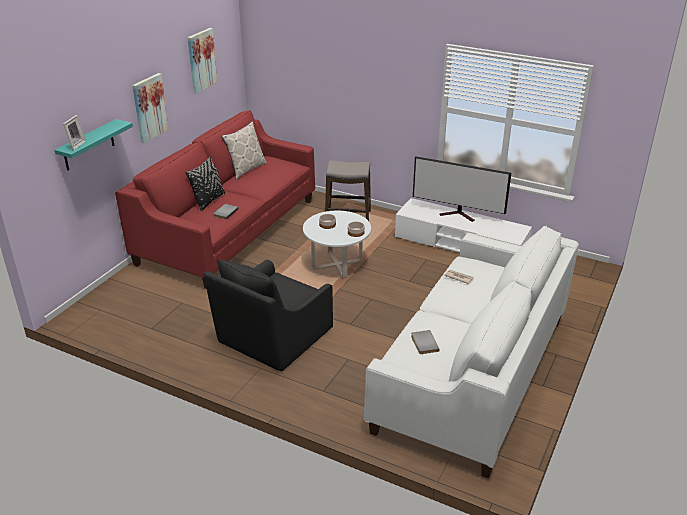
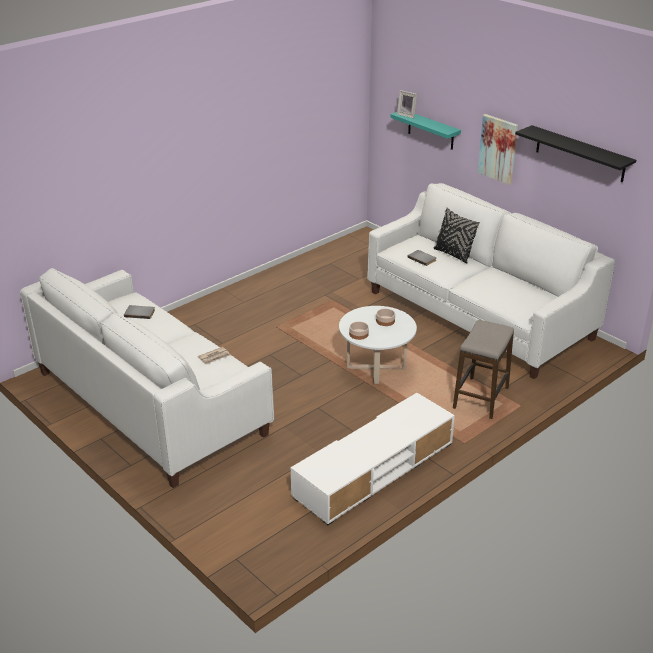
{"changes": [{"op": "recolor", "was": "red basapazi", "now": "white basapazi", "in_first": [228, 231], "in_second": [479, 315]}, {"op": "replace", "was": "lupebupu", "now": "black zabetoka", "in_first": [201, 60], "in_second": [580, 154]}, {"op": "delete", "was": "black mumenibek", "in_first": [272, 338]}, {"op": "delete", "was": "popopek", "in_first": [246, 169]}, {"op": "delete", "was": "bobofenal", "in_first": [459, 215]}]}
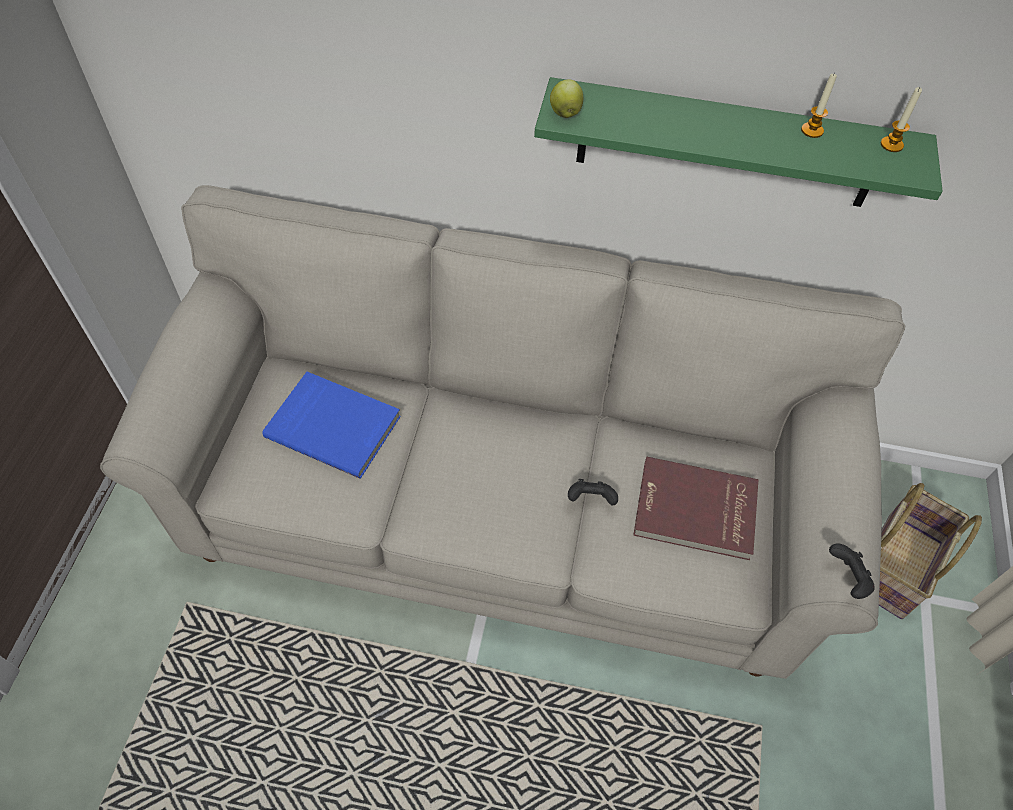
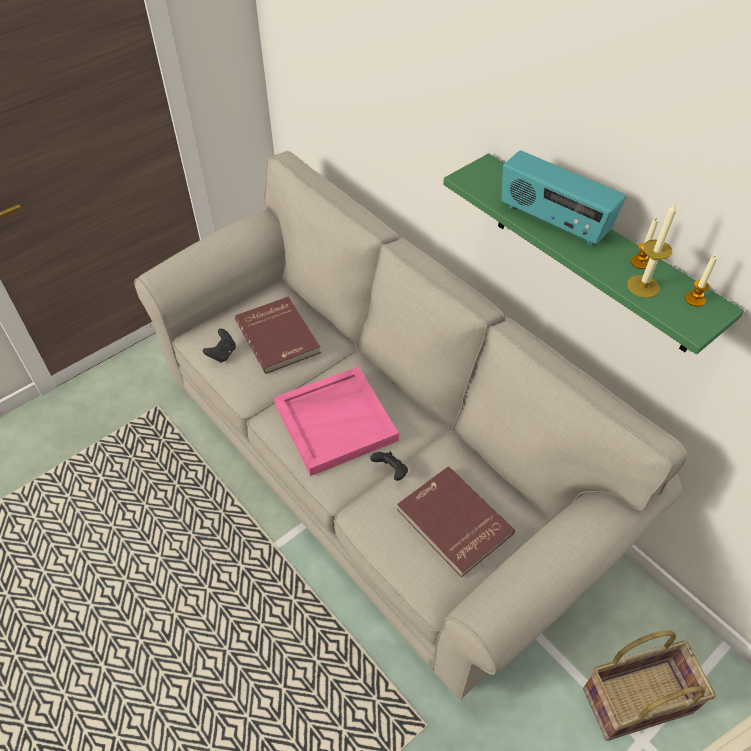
{"changes": [{"op": "move", "was": "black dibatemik", "in_first": [847, 578], "in_second": [222, 354]}, {"op": "recolor", "was": "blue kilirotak", "now": "red kilirotak", "in_first": [334, 425], "in_second": [279, 336]}, {"op": "insert", "now": "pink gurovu", "in_second": [336, 421]}, {"op": "insert", "now": "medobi", "in_second": [553, 222]}, {"op": "insert", "now": "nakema", "in_second": [643, 286]}, {"op": "delete", "was": "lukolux", "in_first": [565, 113]}]}
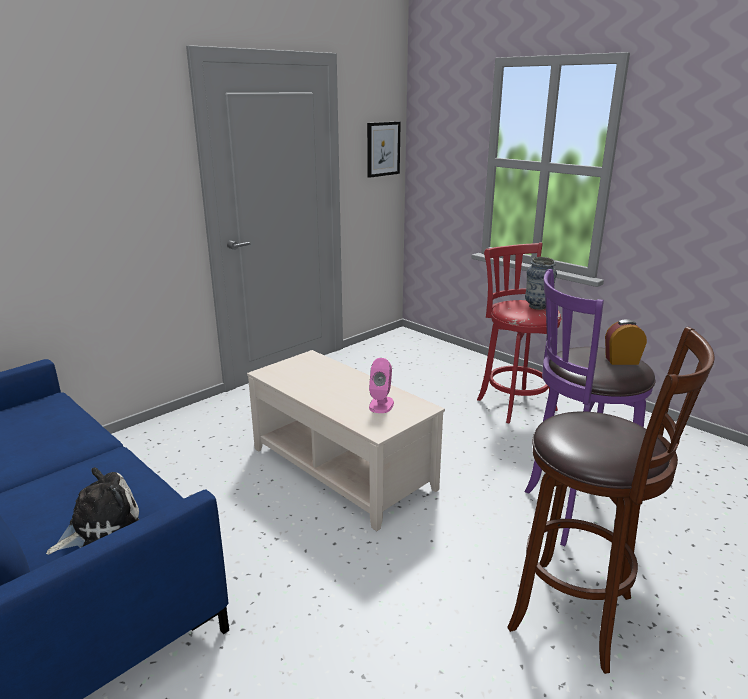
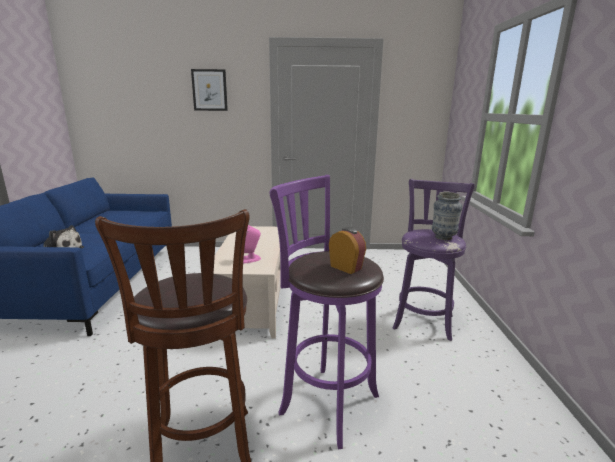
{"changes": [{"op": "move", "was": "lupebupu", "in_first": [383, 149], "in_second": [209, 90]}, {"op": "recolor", "was": "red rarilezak", "now": "purple rarilezak", "in_first": [513, 403], "in_second": [423, 320]}]}
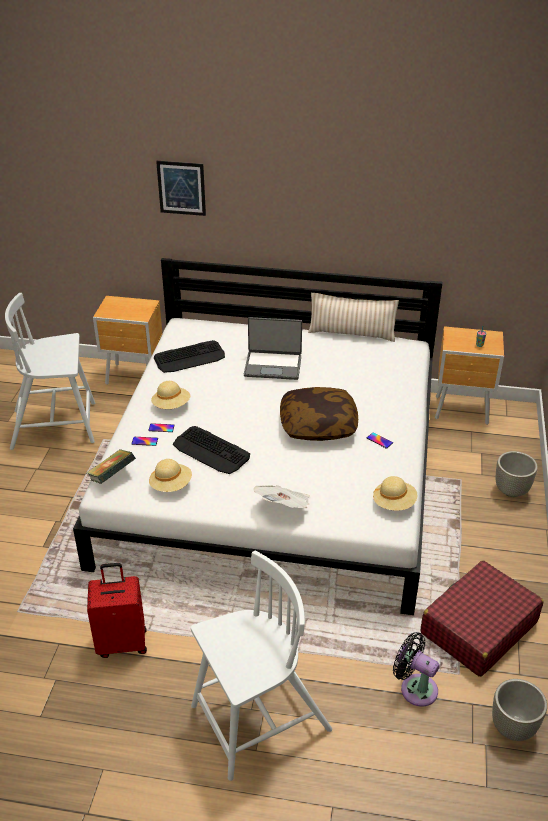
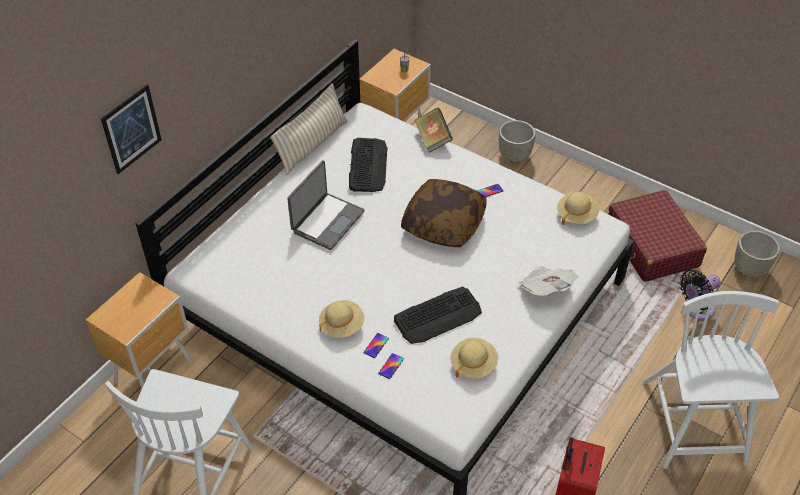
{"changes": [{"op": "move", "was": "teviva", "in_first": [190, 357], "in_second": [367, 165]}, {"op": "move", "was": "kilirotak", "in_first": [112, 477], "in_second": [433, 139]}]}
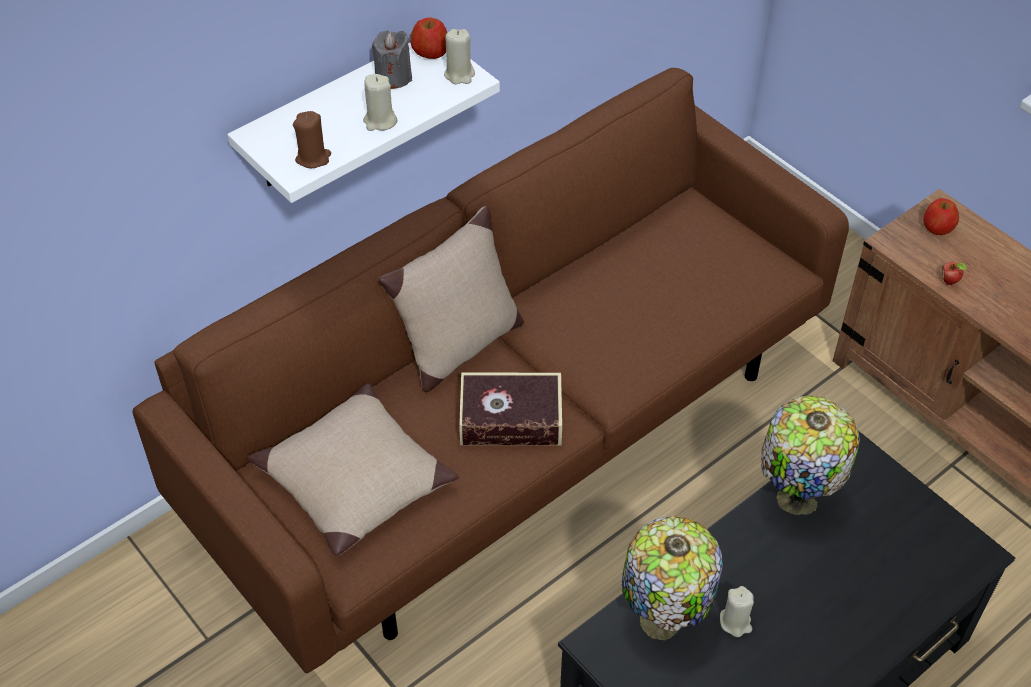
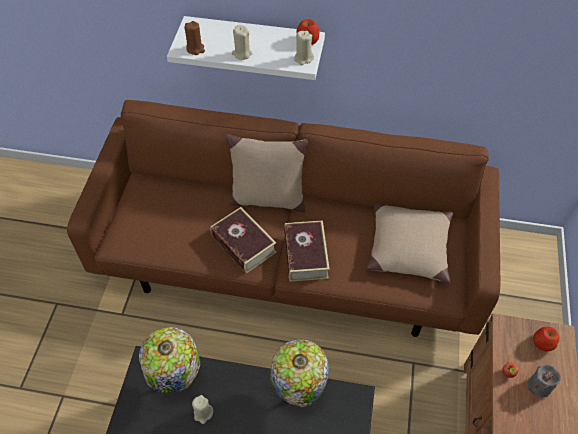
{"changes": [{"op": "insert", "now": "kilirotak", "in_second": [305, 255]}, {"op": "move", "was": "beige popopek", "in_first": [354, 481], "in_second": [408, 247]}, {"op": "move", "was": "grey nakema", "in_first": [393, 77], "in_second": [539, 386]}]}
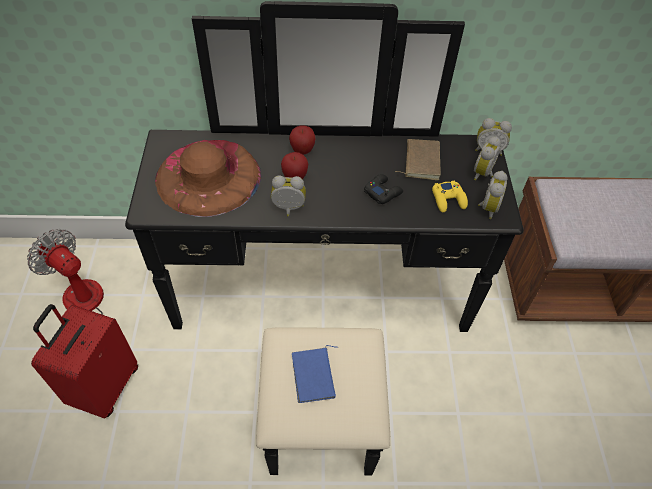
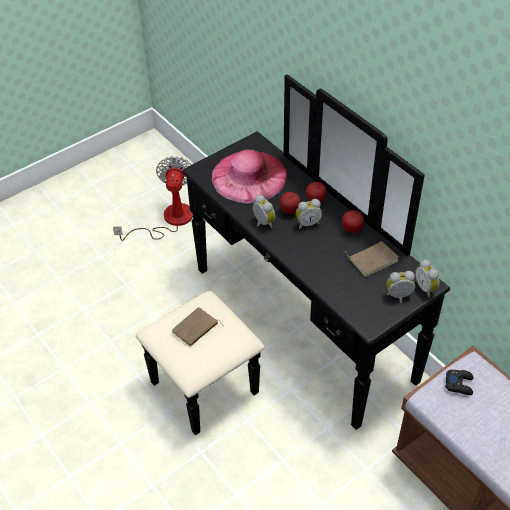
{"changes": [{"op": "recolor", "was": "blue kilirotak", "now": "brown kilirotak", "in_first": [315, 376], "in_second": [196, 329]}, {"op": "recolor", "was": "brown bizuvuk", "now": "pink bizuvuk", "in_first": [208, 176], "in_second": [249, 176]}, {"op": "move", "was": "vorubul", "in_first": [487, 207], "in_second": [307, 223]}, {"op": "insert", "now": "lukolux", "in_second": [351, 230]}, {"op": "move", "was": "black dibatemik", "in_first": [382, 192], "in_second": [459, 384]}, {"op": "delete", "was": "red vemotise", "in_first": [104, 386]}, {"op": "delete", "was": "yellow dibatemik", "in_first": [448, 199]}]}
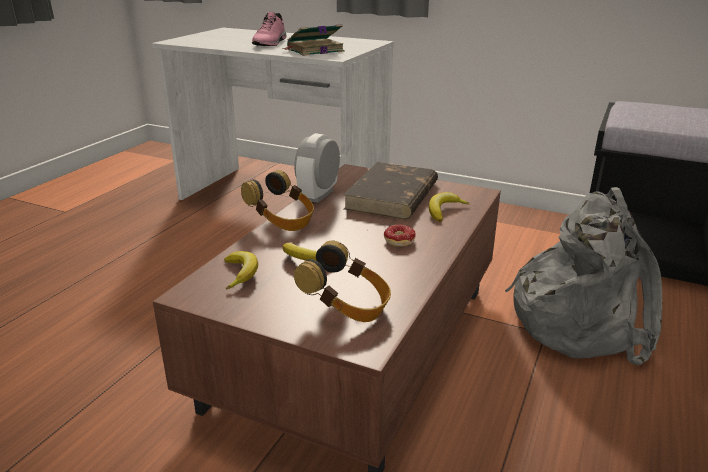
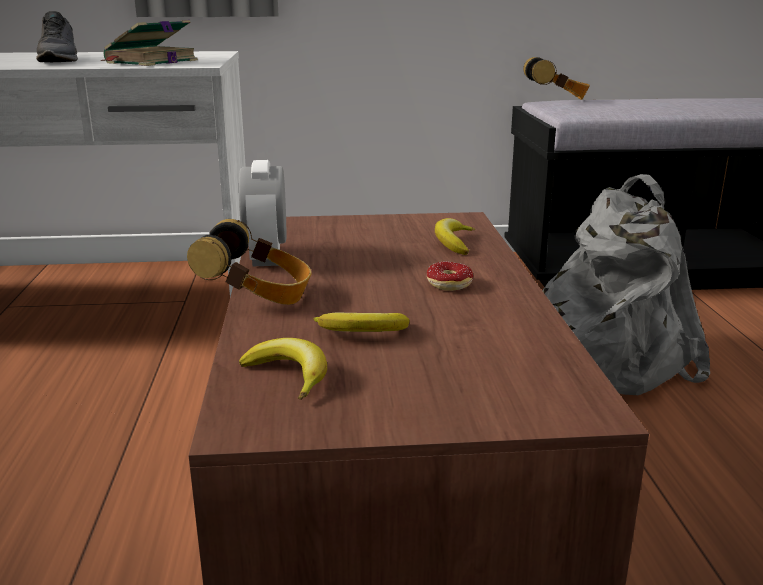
{"changes": [{"op": "recolor", "was": "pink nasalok", "now": "grey nasalok", "in_first": [271, 43], "in_second": [61, 60]}, {"op": "move", "was": "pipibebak", "in_first": [347, 307], "in_second": [556, 99]}, {"op": "delete", "was": "brown kilirotak", "in_first": [392, 196]}]}
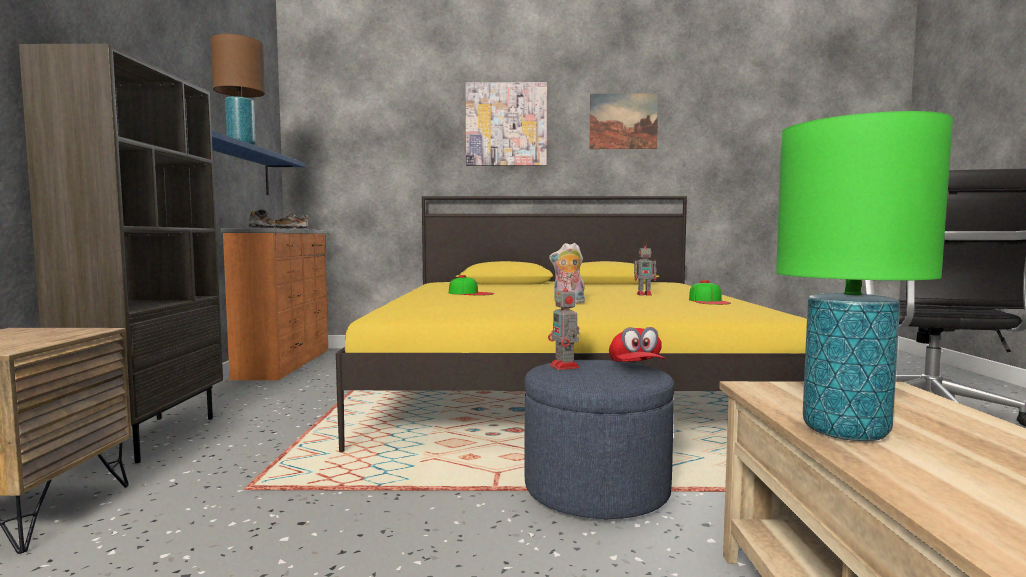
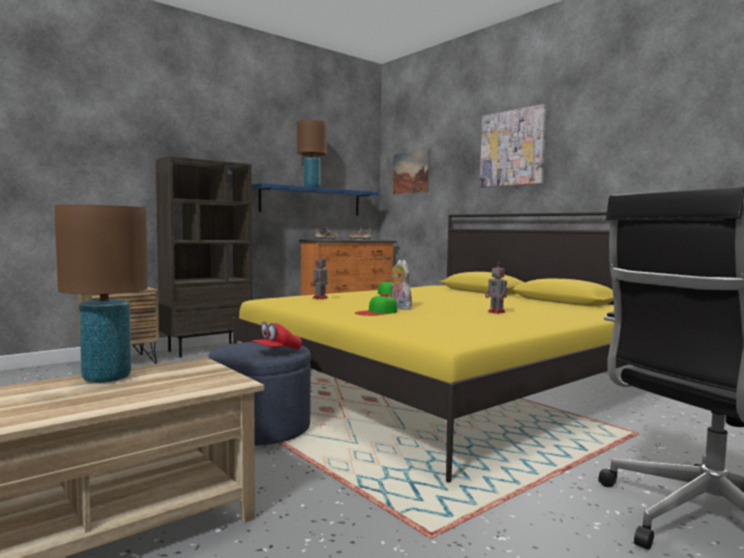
{"changes": [{"op": "recolor", "was": "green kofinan", "now": "brown kofinan", "in_first": [845, 431], "in_second": [106, 378]}, {"op": "move", "was": "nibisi", "in_first": [565, 367], "in_second": [319, 298]}, {"op": "move", "was": "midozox", "in_first": [708, 301], "in_second": [376, 312]}, {"op": "move", "was": "lupebupu", "in_first": [623, 121], "in_second": [411, 172]}]}
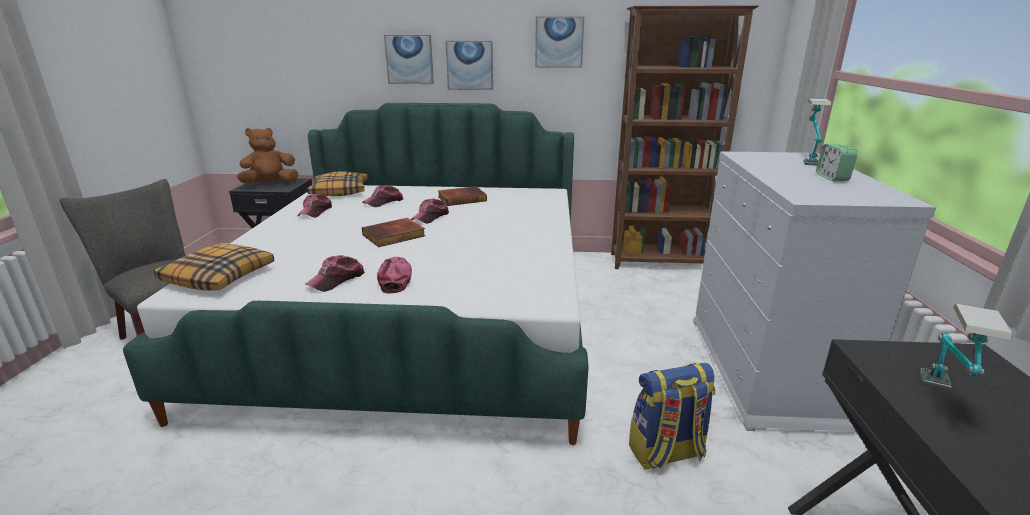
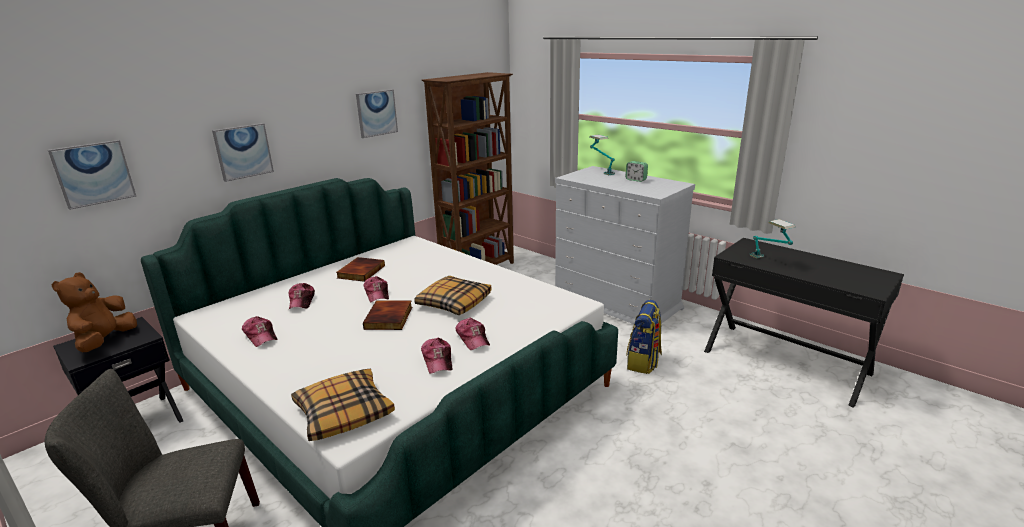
{"changes": [{"op": "move", "was": "lupebupu", "in_first": [469, 65], "in_second": [93, 174]}, {"op": "move", "was": "popopek", "in_first": [340, 191], "in_second": [453, 302]}, {"op": "rotate", "was": "midozox", "in_first": [396, 279], "in_second": [473, 338], "clockwise": -150}]}
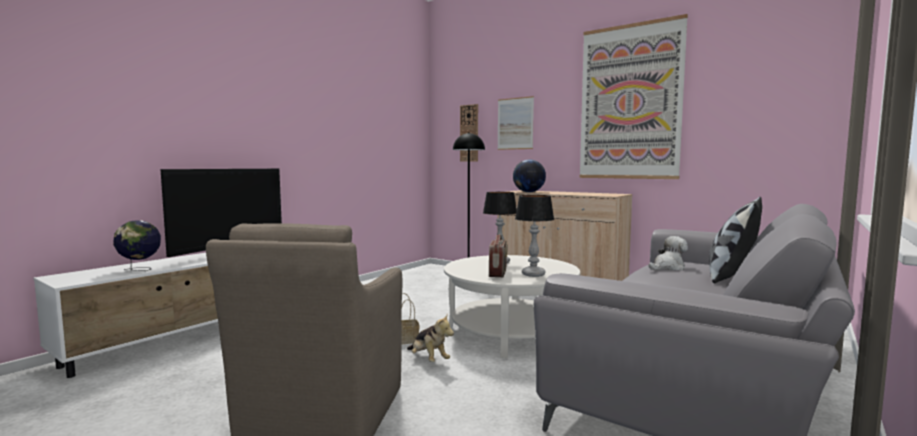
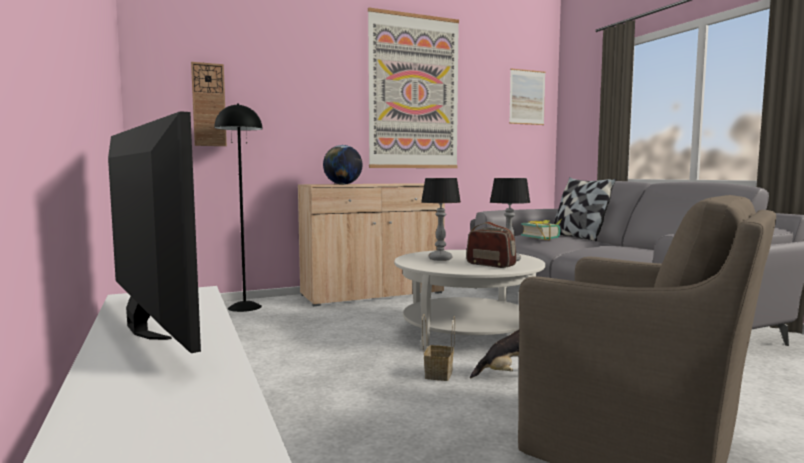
{"changes": [{"op": "move", "was": "lupebupu", "in_first": [515, 123], "in_second": [527, 97]}, {"op": "replace", "was": "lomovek", "now": "kilirotak", "in_first": [668, 267], "in_second": [543, 238]}, {"op": "delete", "was": "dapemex", "in_first": [140, 270]}]}
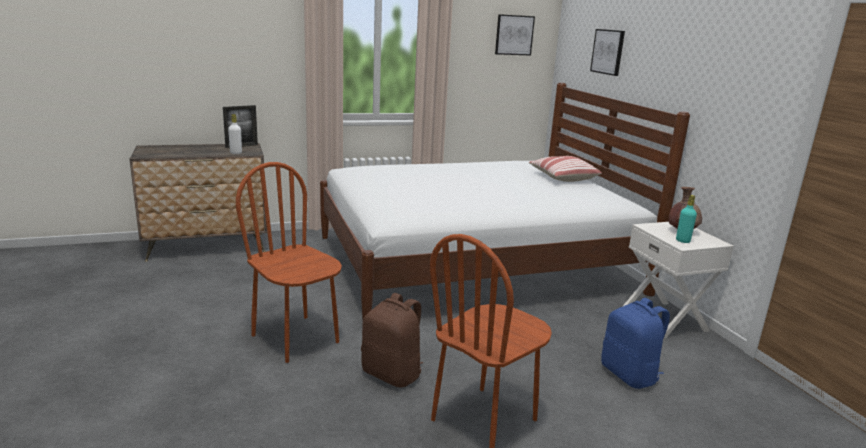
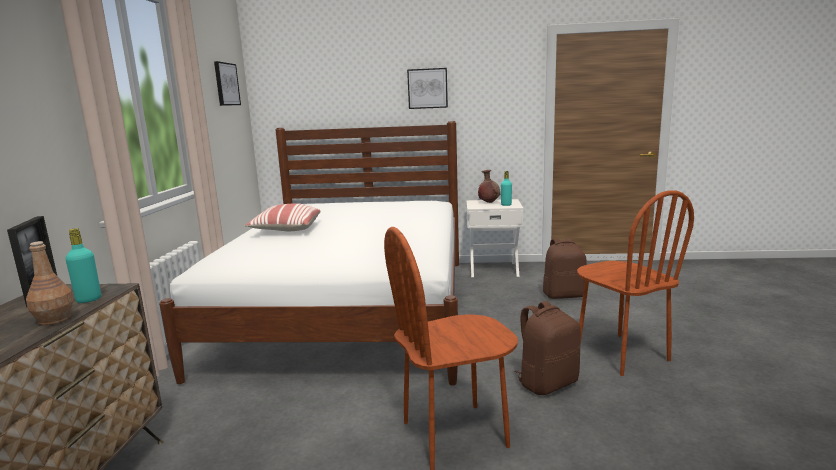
{"changes": [{"op": "insert", "now": "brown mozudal", "in_second": [55, 319]}, {"op": "recolor", "was": "white mozudal", "now": "turquoise mozudal", "in_first": [236, 153], "in_second": [89, 299]}, {"op": "move", "was": "popopek", "in_first": [562, 178], "in_second": [286, 229]}, {"op": "move", "was": "lupebupu", "in_first": [608, 52], "in_second": [427, 88]}, {"op": "recolor", "was": "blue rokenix", "now": "brown rokenix", "in_first": [630, 375], "in_second": [564, 295]}]}
